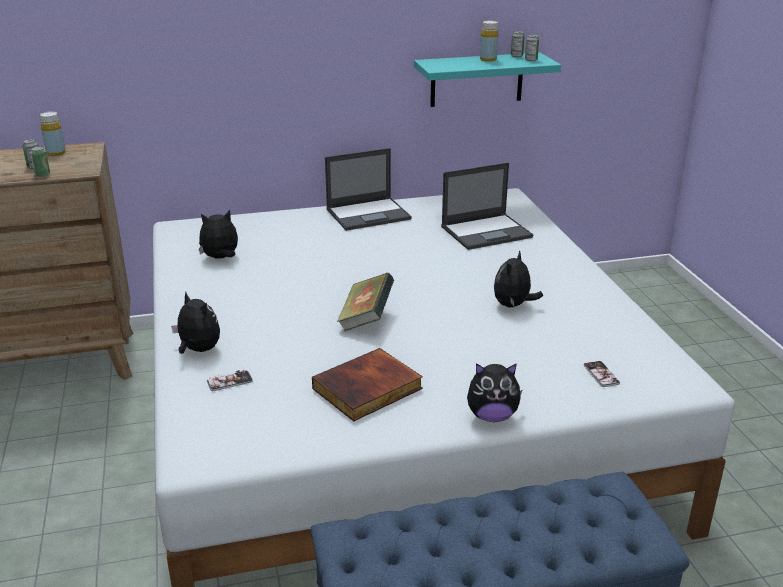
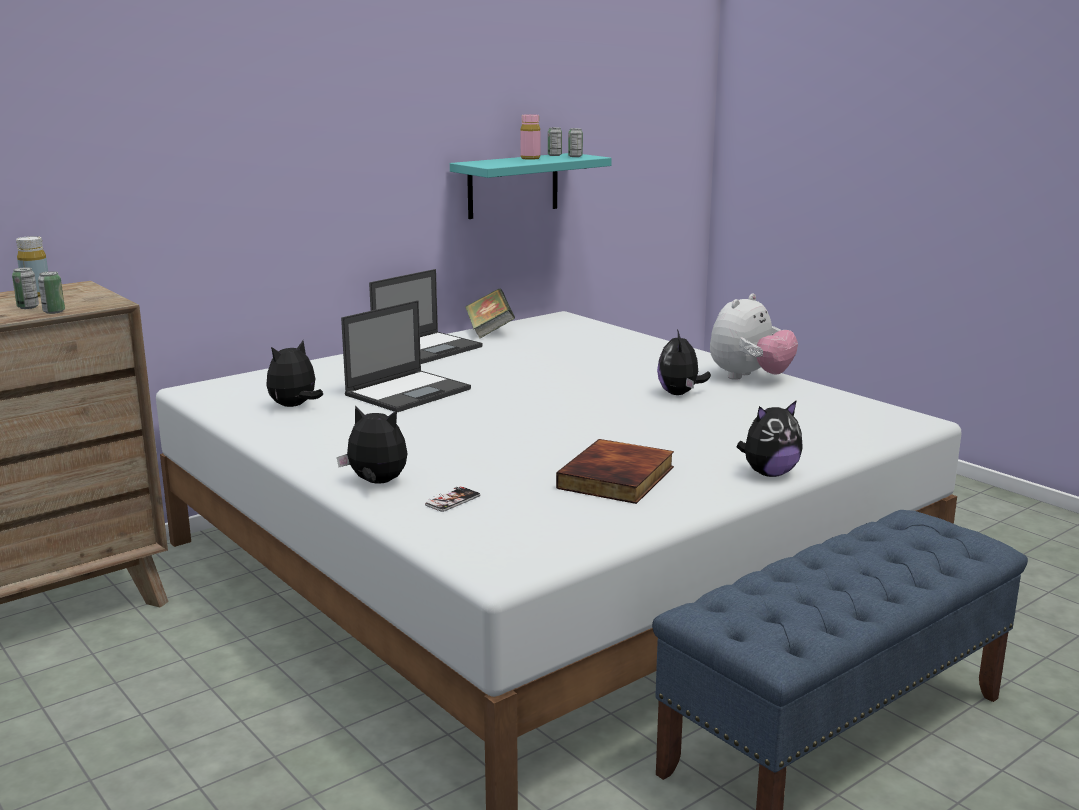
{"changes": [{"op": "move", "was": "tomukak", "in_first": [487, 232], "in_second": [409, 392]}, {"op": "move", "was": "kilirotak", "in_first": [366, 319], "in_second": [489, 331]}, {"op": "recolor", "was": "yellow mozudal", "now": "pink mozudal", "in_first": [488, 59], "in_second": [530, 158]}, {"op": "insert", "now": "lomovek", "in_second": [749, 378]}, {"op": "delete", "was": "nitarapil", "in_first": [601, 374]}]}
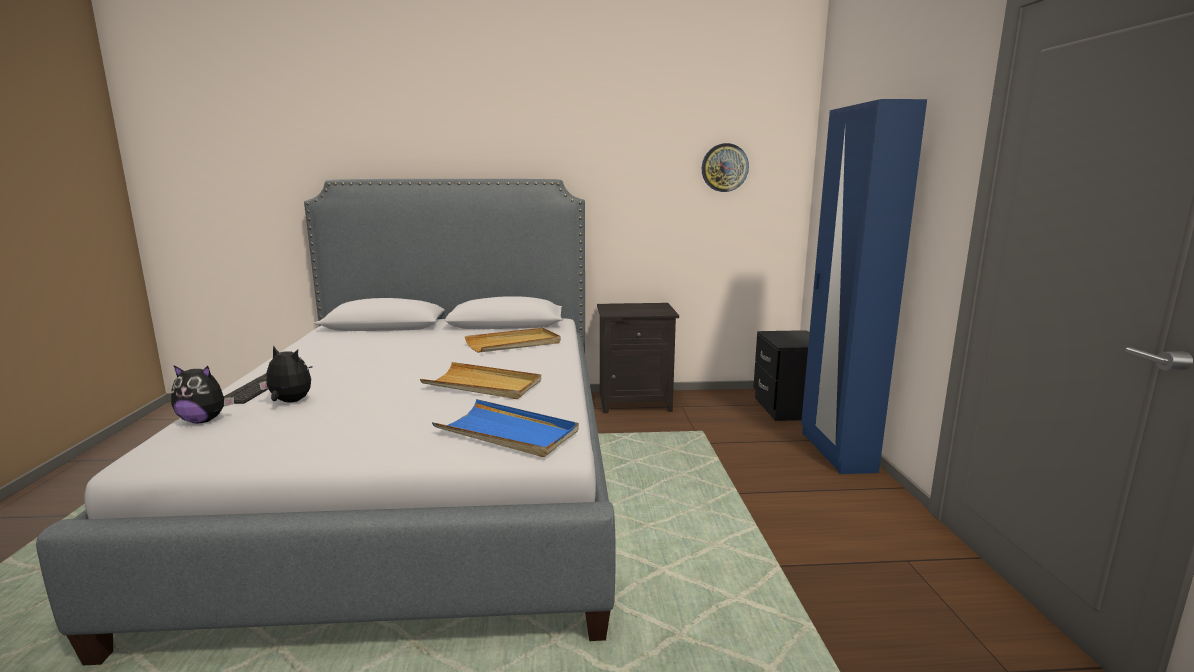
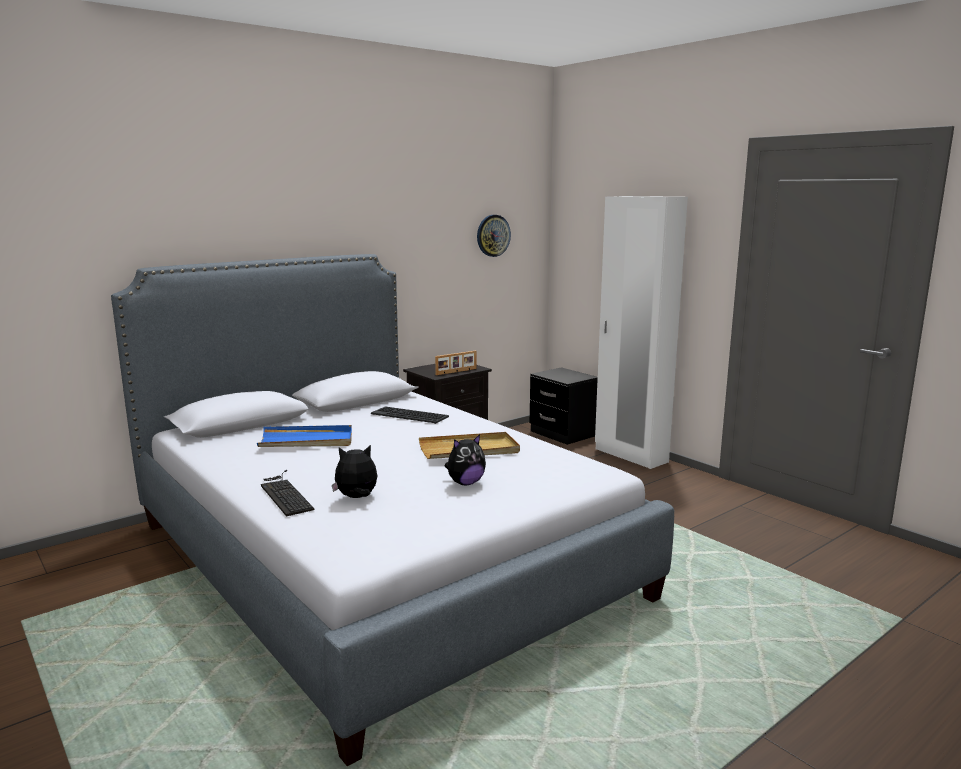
{"changes": [{"op": "move", "was": "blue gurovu", "in_first": [507, 433], "in_second": [307, 440]}, {"op": "replace", "was": "beige gurovu", "now": "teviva", "in_first": [514, 344], "in_second": [410, 415]}, {"op": "insert", "now": "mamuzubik", "in_second": [456, 372]}, {"op": "move", "was": "lomovek", "in_first": [204, 420], "in_second": [465, 483]}, {"op": "recolor", "was": "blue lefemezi", "now": "white lefemezi", "in_first": [836, 452], "in_second": [630, 455]}]}
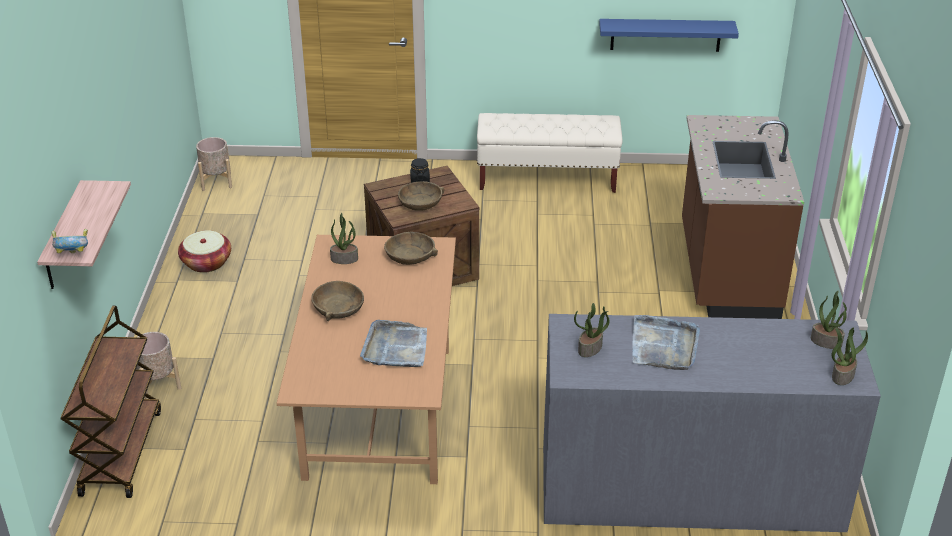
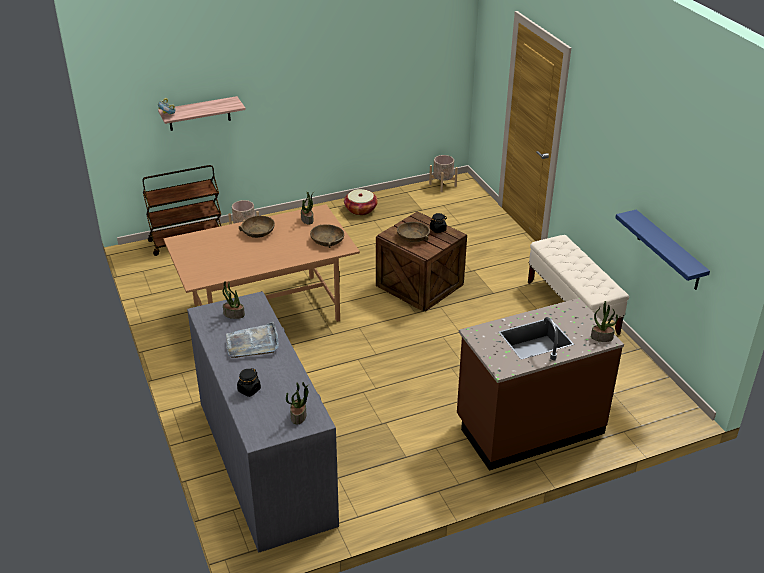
{"changes": [{"op": "insert", "now": "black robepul", "in_second": [249, 390]}, {"op": "move", "was": "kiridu", "in_first": [842, 375], "in_second": [602, 337]}, {"op": "delete", "was": "grey gurovu", "in_first": [395, 348]}]}
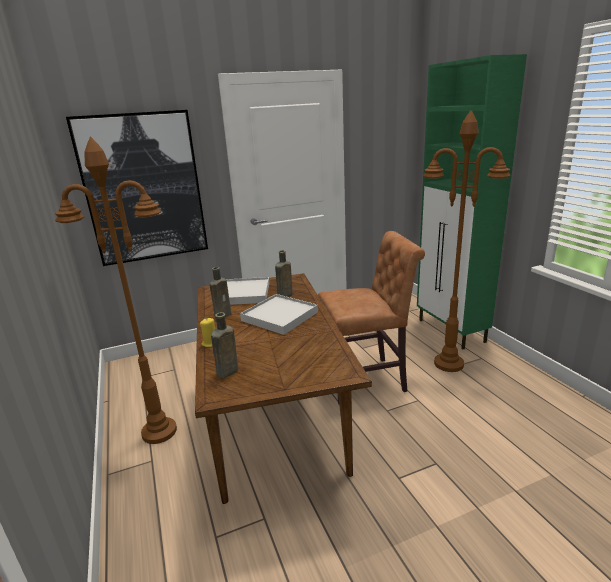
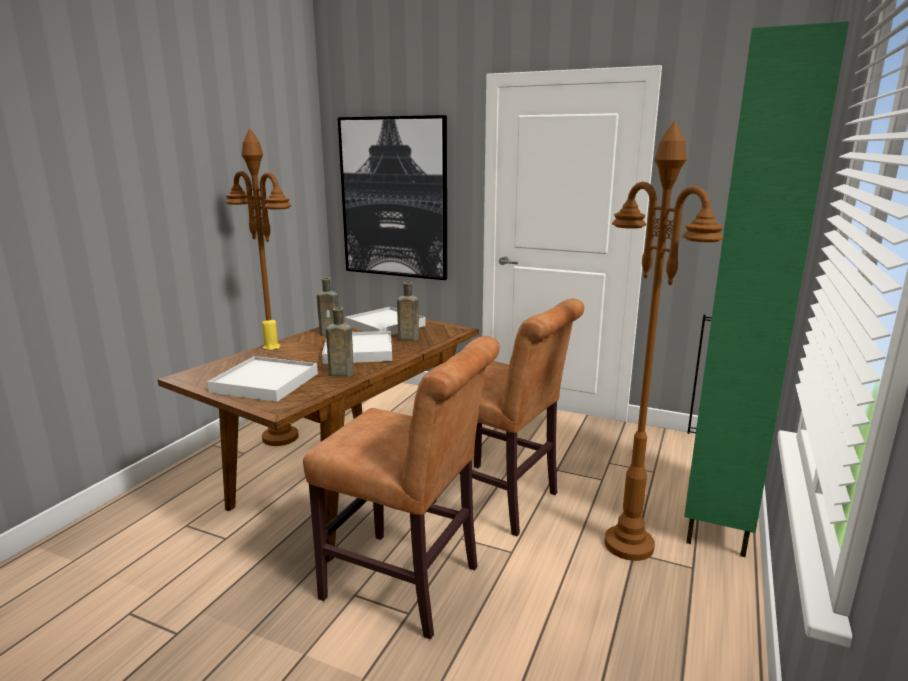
{"changes": [{"op": "insert", "now": "white gurovu", "in_second": [265, 382]}, {"op": "insert", "now": "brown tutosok", "in_second": [408, 585]}, {"op": "move", "was": "brown mozudal", "in_first": [226, 373], "in_second": [339, 374]}]}
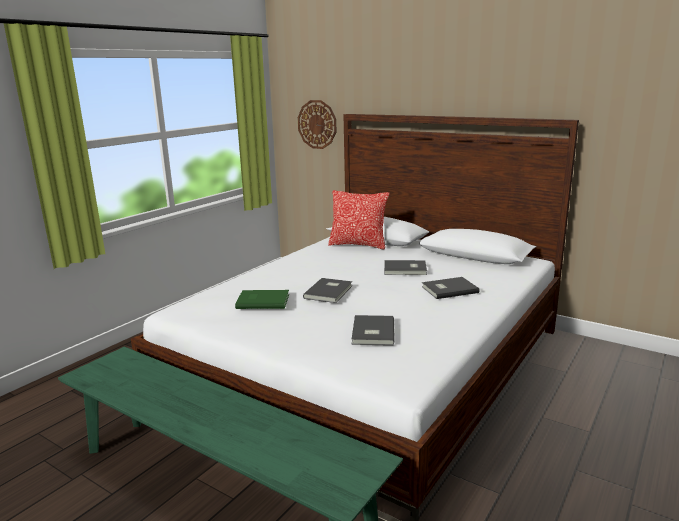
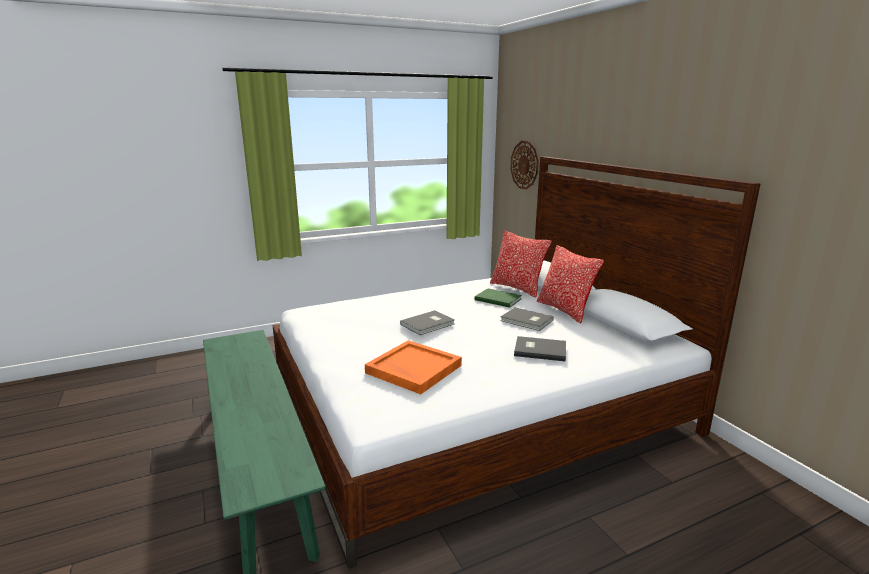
{"changes": [{"op": "replace", "was": "grey kilirotak", "now": "orange gurovu", "in_first": [371, 332], "in_second": [412, 369]}, {"op": "move", "was": "green kilirotak", "in_first": [262, 301], "in_second": [498, 299]}, {"op": "insert", "now": "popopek", "in_second": [565, 310]}]}
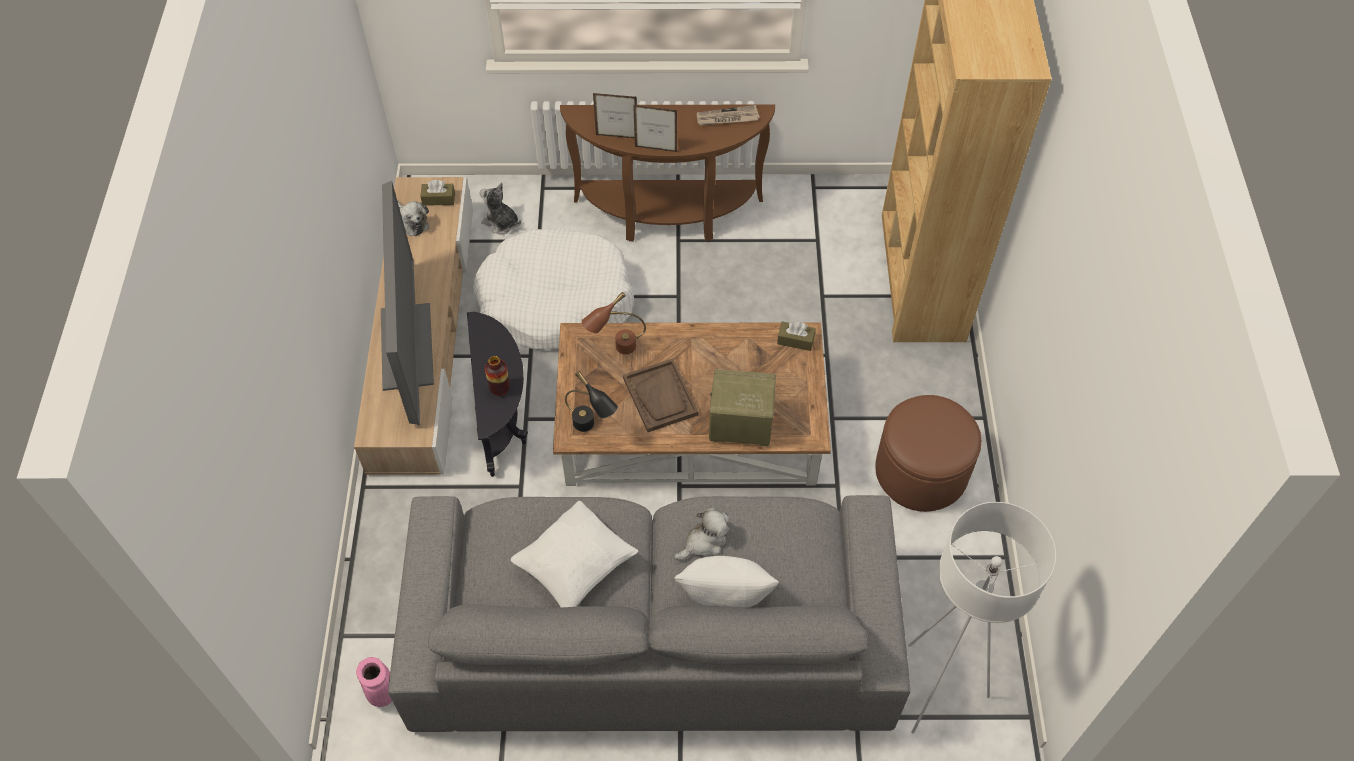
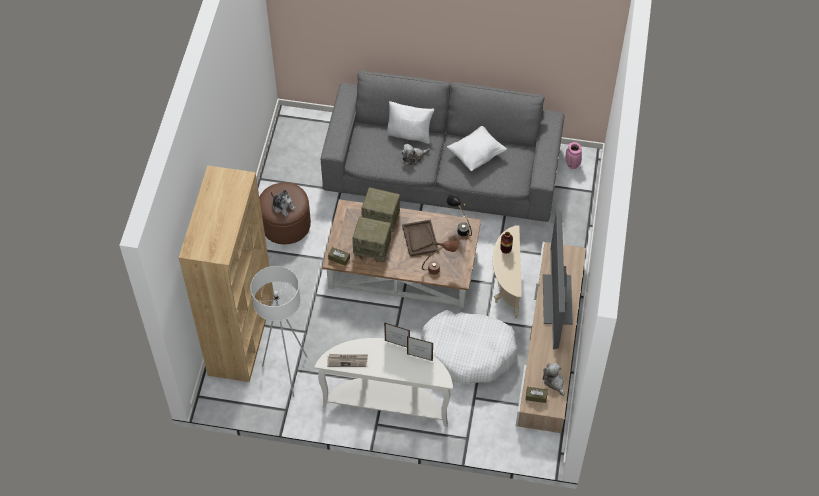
{"changes": [{"op": "move", "was": "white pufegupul", "in_first": [936, 689], "in_second": [287, 373]}, {"op": "move", "was": "lomovek", "in_first": [501, 223], "in_second": [283, 207]}, {"op": "recolor", "was": "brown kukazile", "now": "white kukazile", "in_first": [668, 217], "in_second": [387, 402]}, {"op": "insert", "now": "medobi", "in_second": [373, 247]}, {"op": "recolor", "was": "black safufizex", "now": "beige safufizex", "in_first": [502, 417], "in_second": [506, 286]}]}
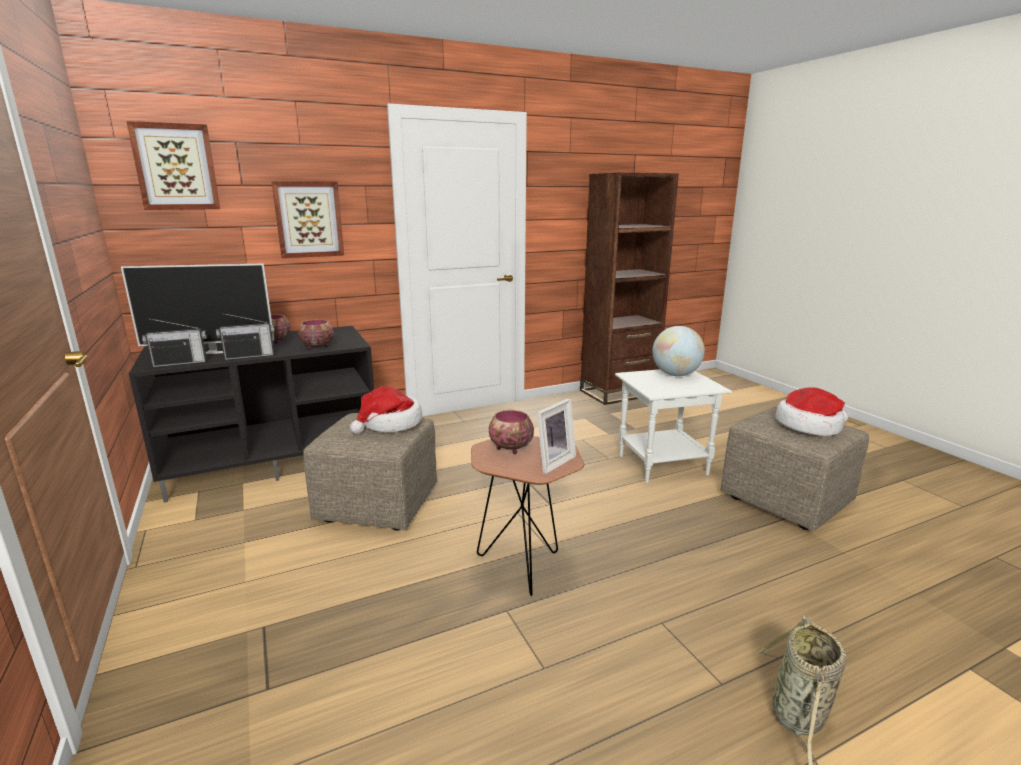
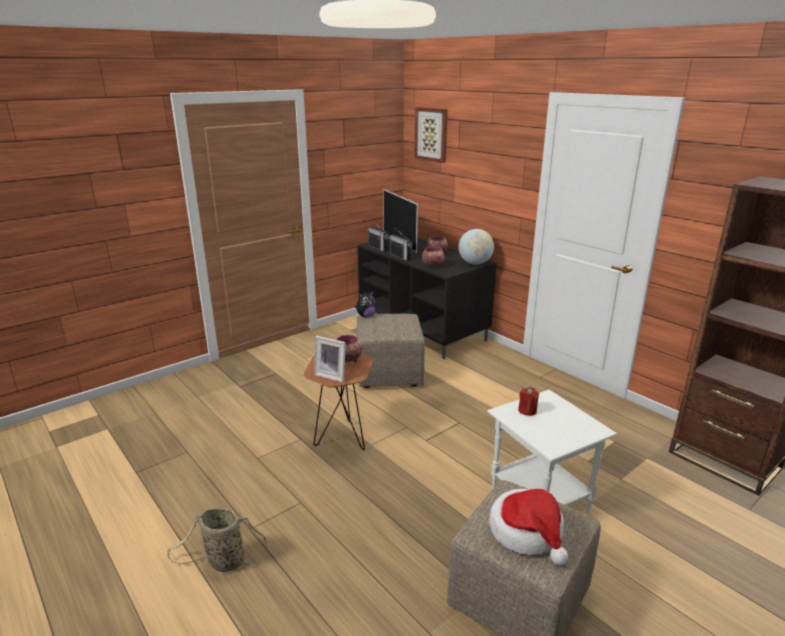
{"changes": [{"op": "insert", "now": "lomovek", "in_second": [366, 316]}, {"op": "move", "was": "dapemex", "in_first": [675, 375], "in_second": [475, 263]}, {"op": "insert", "now": "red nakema", "in_second": [527, 411]}, {"op": "delete", "was": "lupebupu", "in_first": [309, 219]}, {"op": "delete", "was": "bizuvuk", "in_first": [390, 424]}]}
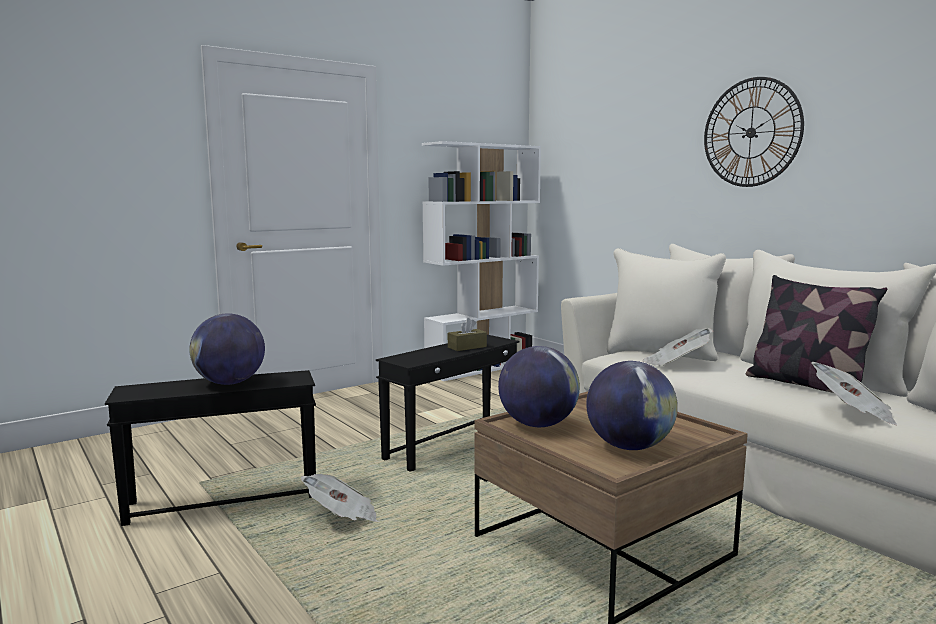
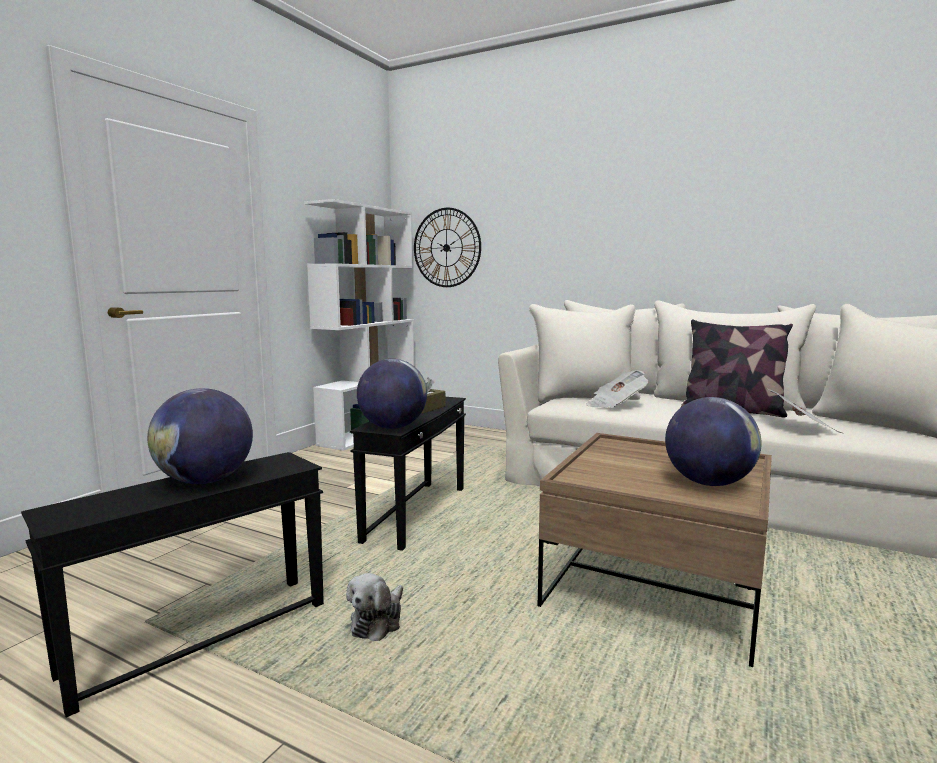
{"changes": [{"op": "replace", "was": "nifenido", "now": "lomovek", "in_first": [343, 517], "in_second": [378, 621]}, {"op": "move", "was": "dapemex", "in_first": [538, 424], "in_second": [392, 427]}, {"op": "move", "was": "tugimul", "in_first": [751, 132], "in_second": [446, 248]}]}
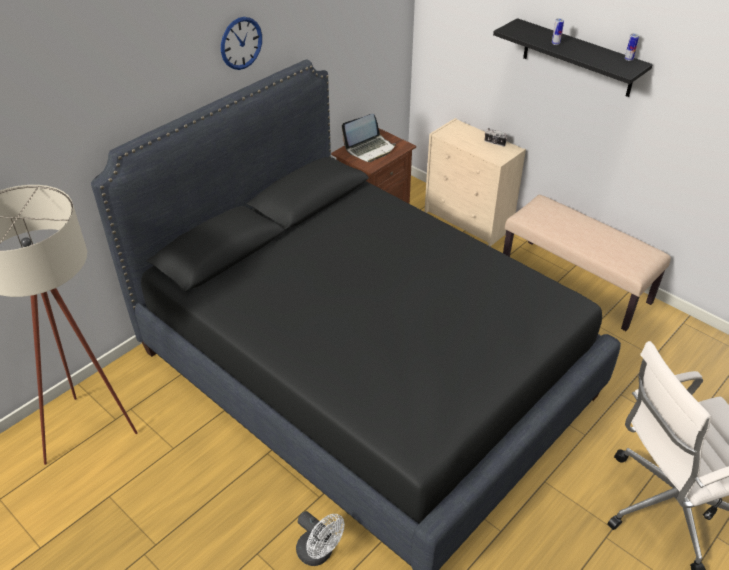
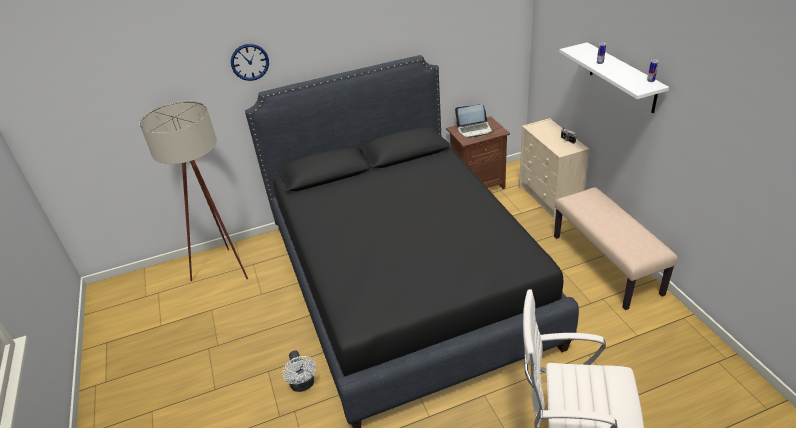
{"changes": [{"op": "move", "was": "tugimul", "in_first": [241, 43], "in_second": [250, 62]}, {"op": "recolor", "was": "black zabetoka", "now": "white zabetoka", "in_first": [578, 58], "in_second": [622, 77]}]}
